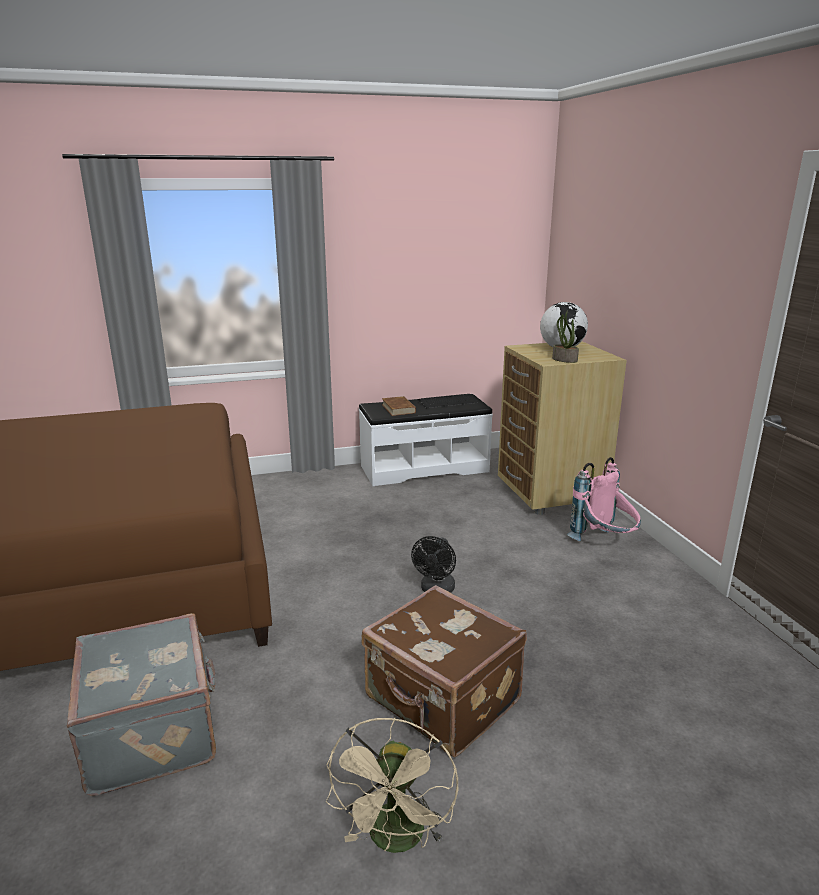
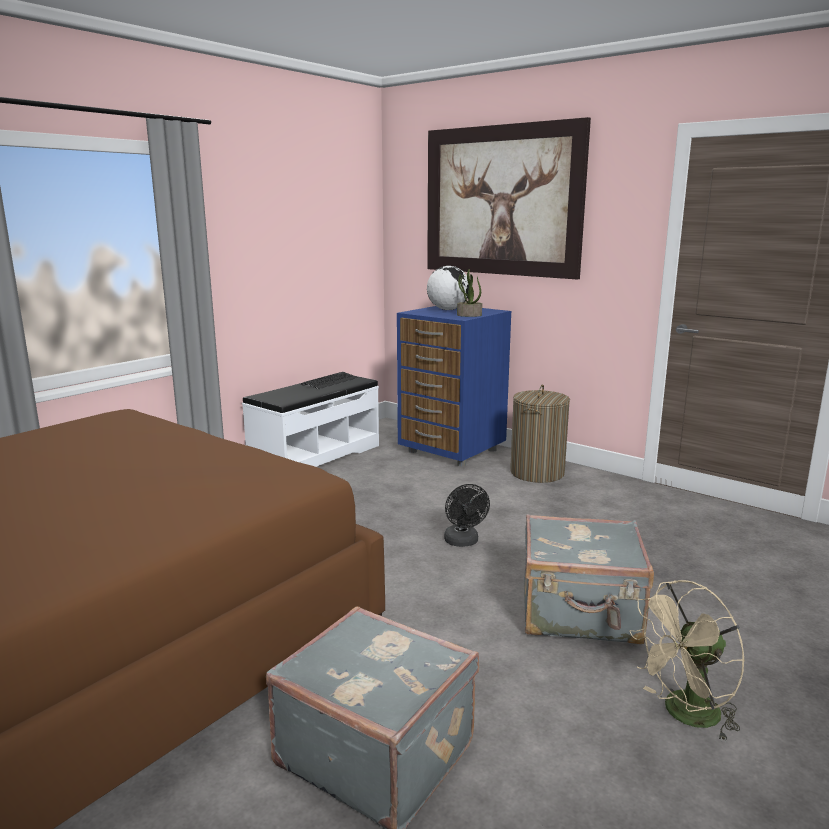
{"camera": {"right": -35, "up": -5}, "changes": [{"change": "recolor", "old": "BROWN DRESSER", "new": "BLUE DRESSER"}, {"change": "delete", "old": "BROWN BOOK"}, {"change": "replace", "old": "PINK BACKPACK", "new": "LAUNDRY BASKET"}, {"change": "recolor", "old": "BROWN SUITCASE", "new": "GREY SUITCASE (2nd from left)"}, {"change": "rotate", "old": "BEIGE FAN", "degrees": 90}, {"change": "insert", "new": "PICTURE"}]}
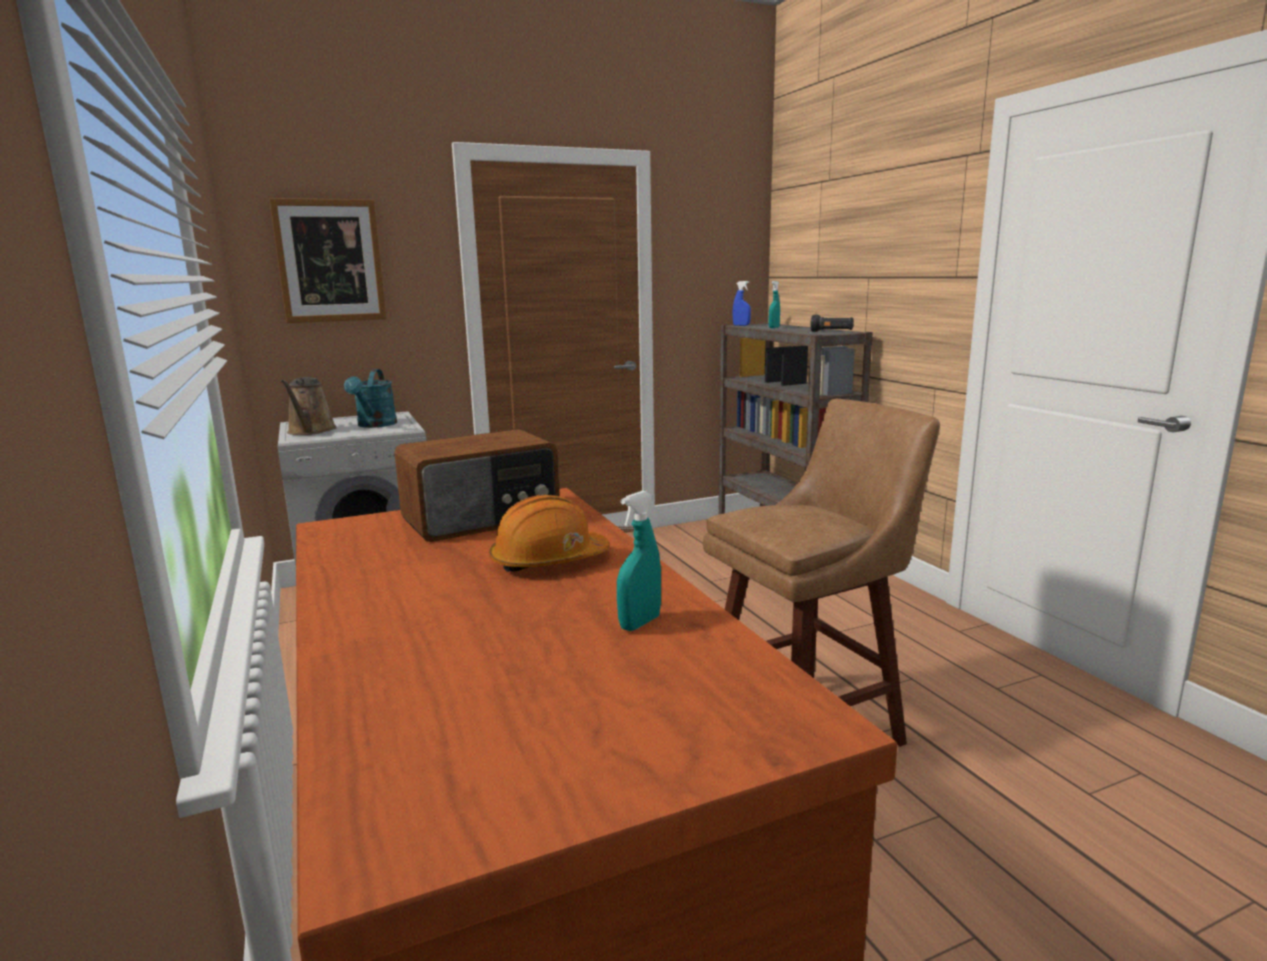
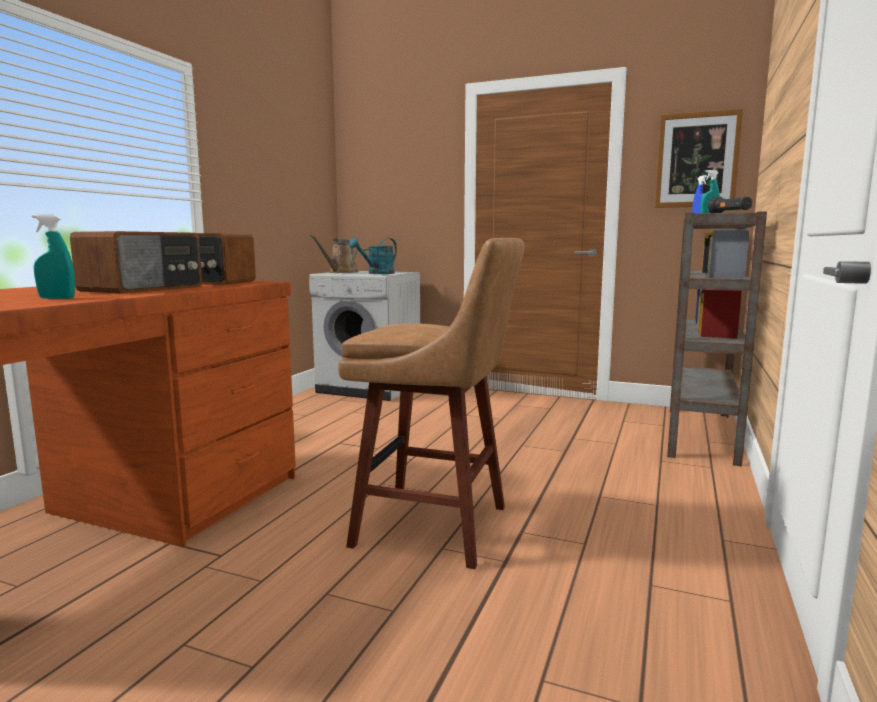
{"camera": {"right": 45, "up": -5}, "changes": [{"change": "move", "old": "PICTURE"}, {"change": "replace", "old": "ORANGE HARD HAT", "new": "RADIO (1st from left)"}]}
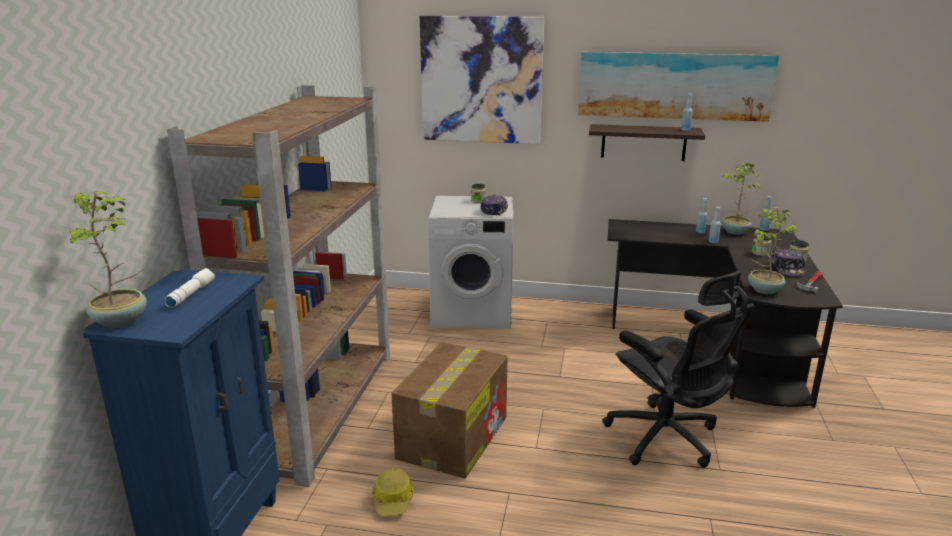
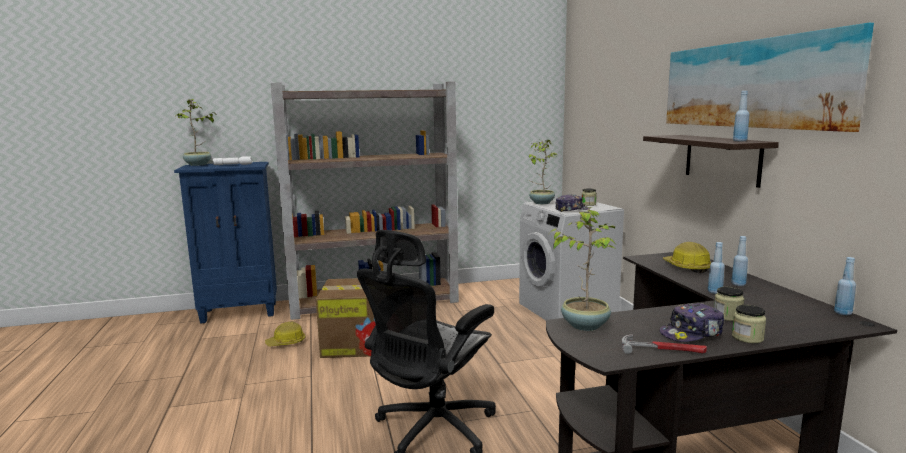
{"camera": {"right": 65, "up": -10}, "changes": [{"change": "delete", "old": "PICTURE (1st from left)"}, {"change": "move", "old": "POTTED PLANT (2nd from left)"}, {"change": "insert", "new": "HARD HAT (2nd from left)"}]}
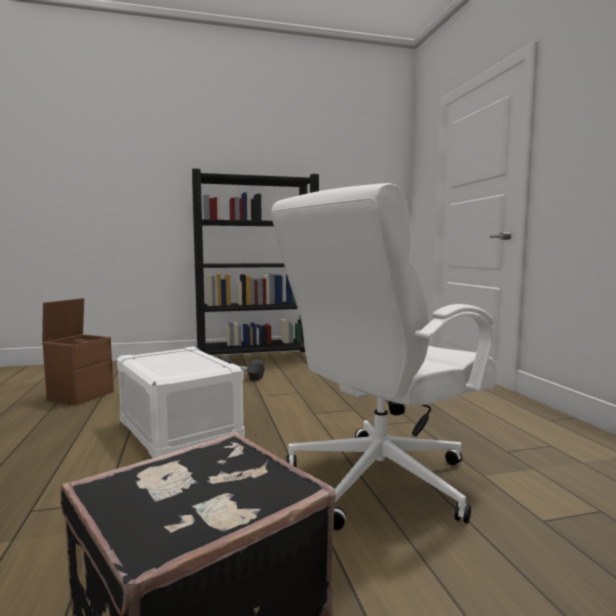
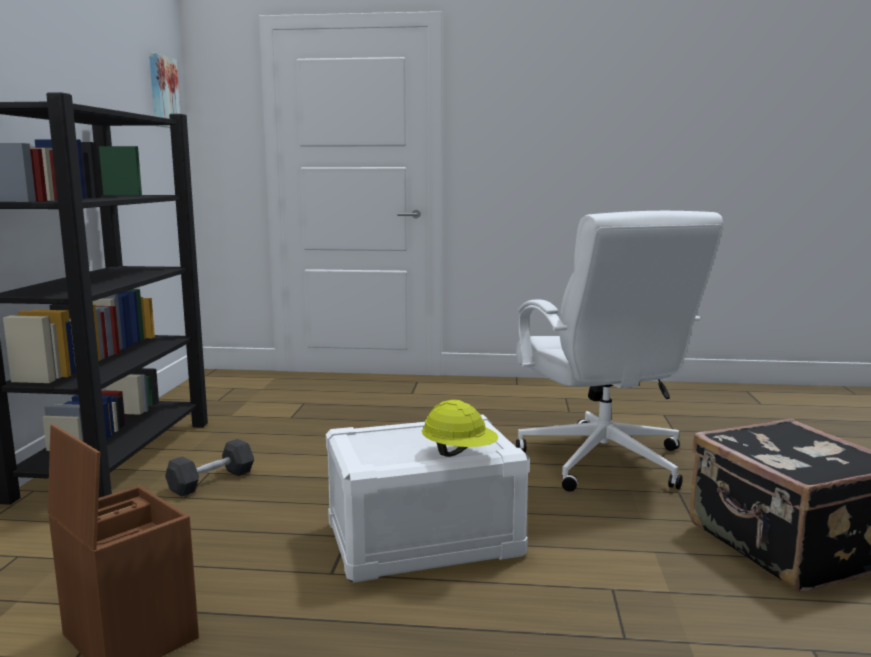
{"camera": {"right": -70, "up": 5}, "changes": [{"change": "insert", "new": "PICTURE"}, {"change": "insert", "new": "YELLOW HARD HAT"}]}
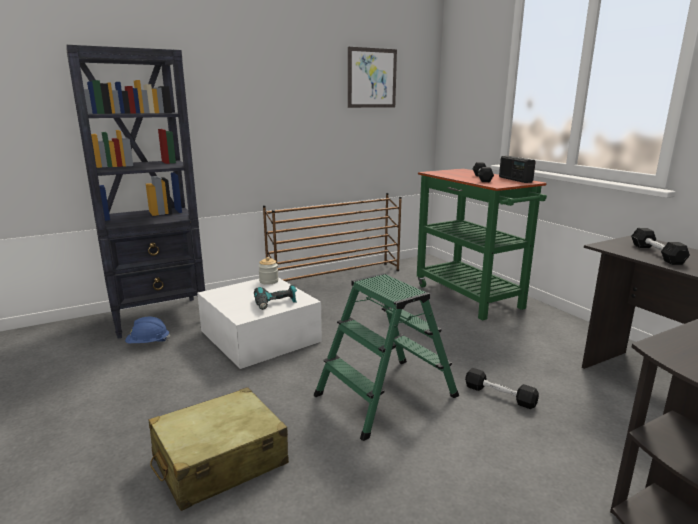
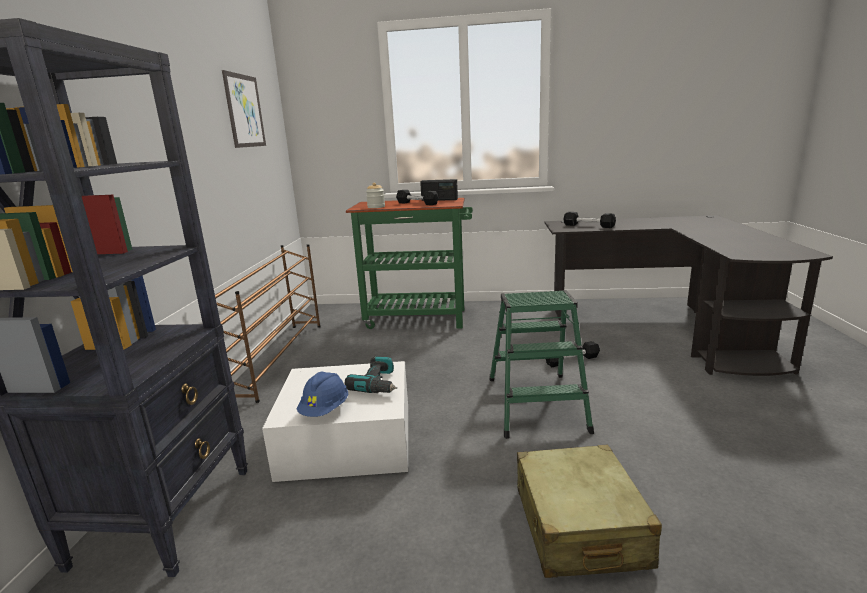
{"camera": {"right": -55, "up": 0}, "changes": [{"change": "move", "old": "JAR"}, {"change": "move", "old": "BLUE HARD HAT"}]}
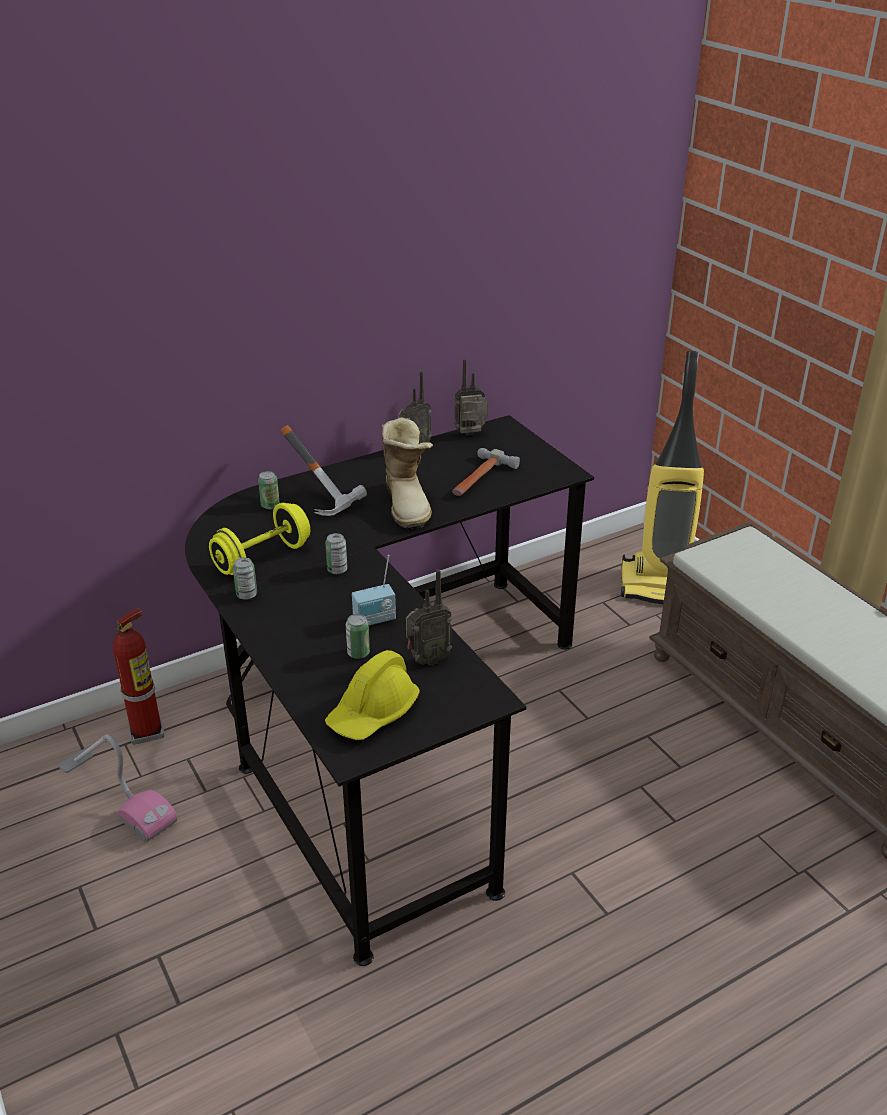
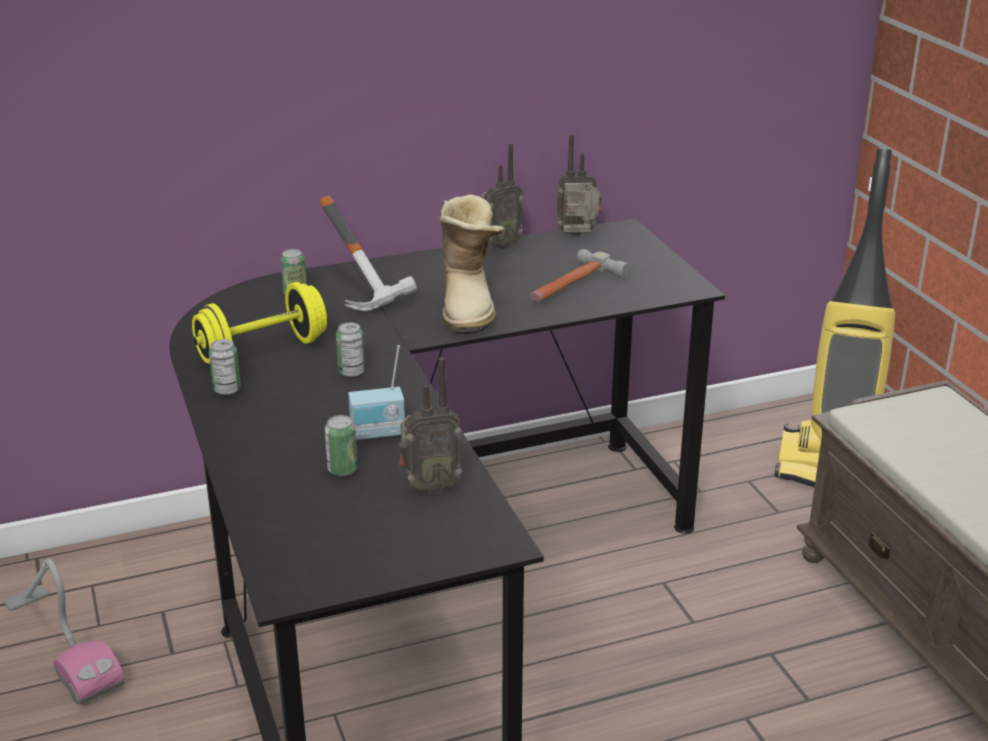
{"camera": {"right": 10, "up": -5}, "changes": [{"change": "delete", "old": "FIRE EXTINGUISHER"}, {"change": "delete", "old": "YELLOW HARD HAT"}]}
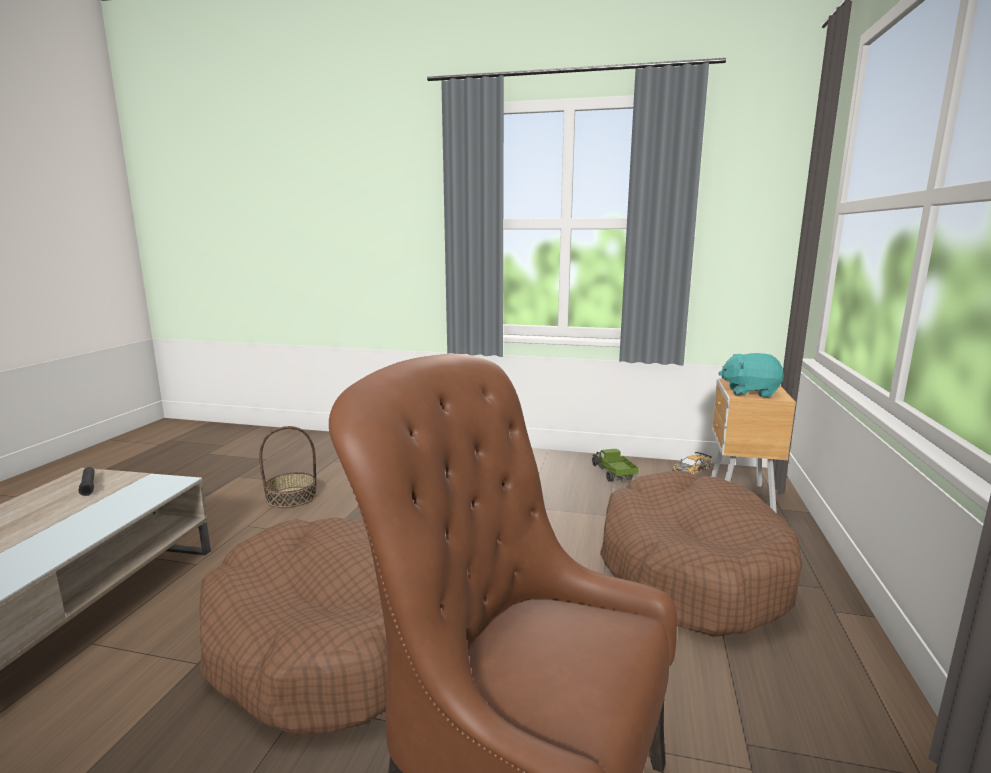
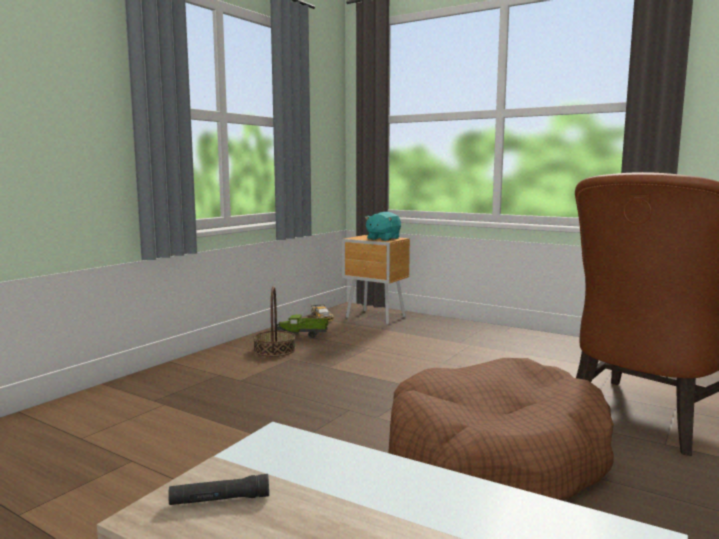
{"camera": {"right": -70, "up": -5}, "changes": [{"change": "move", "old": "BASKET"}, {"change": "delete", "old": "BROWN DOG BED (2nd from left)"}]}
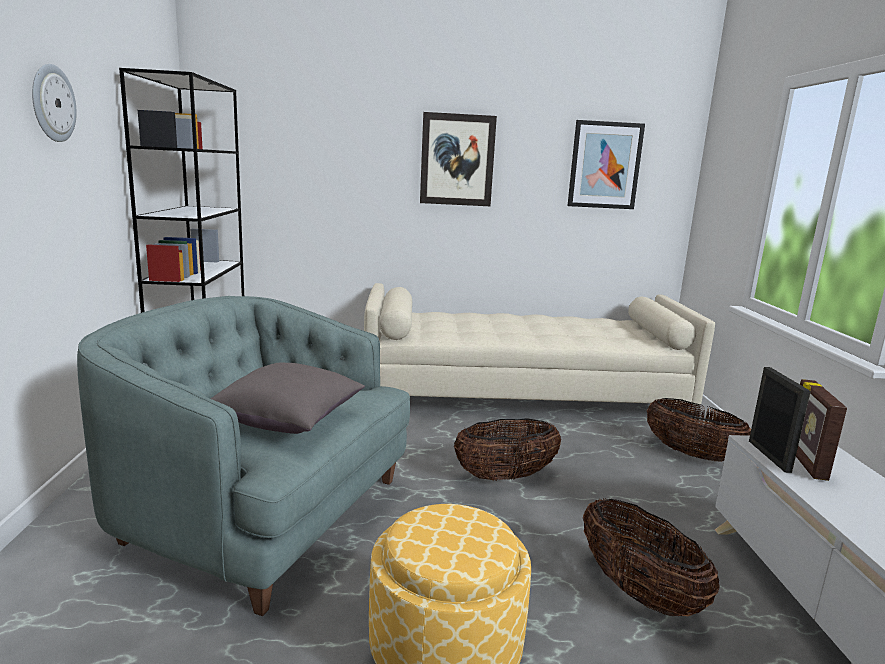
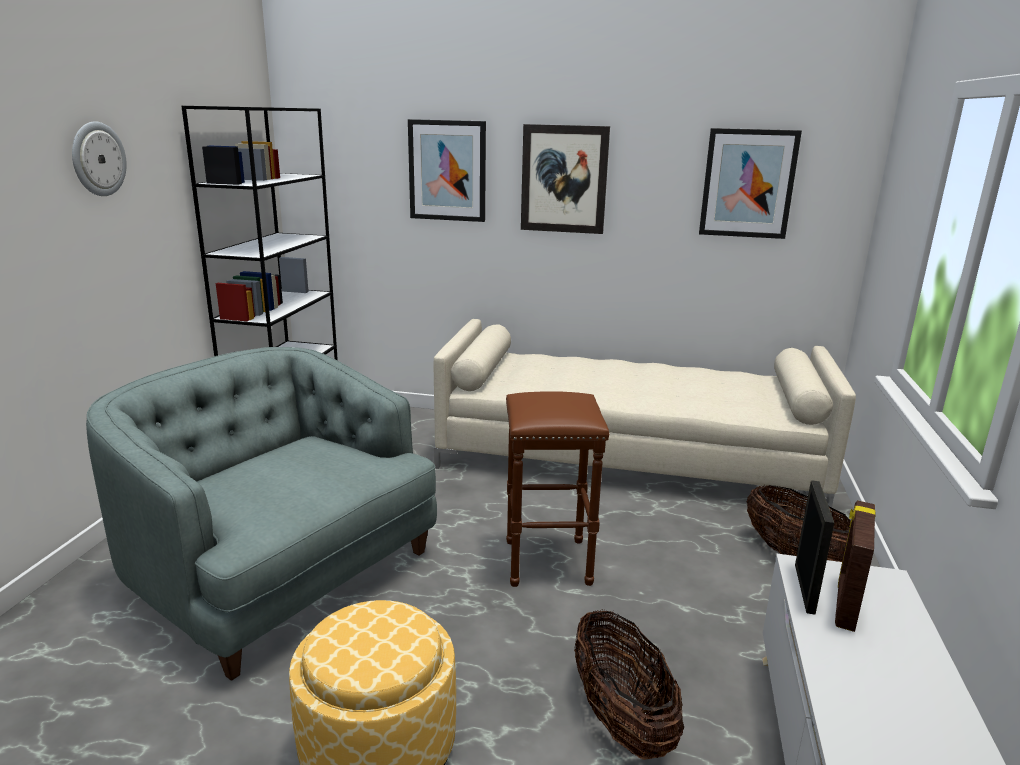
{"camera": {"right": 15, "up": 5}, "changes": [{"change": "delete", "old": "GREY PILLOW"}, {"change": "replace", "old": "BASKET (1st from left)", "new": "BROWN STOOL"}, {"change": "insert", "new": "PICTURE (1st from left)"}]}
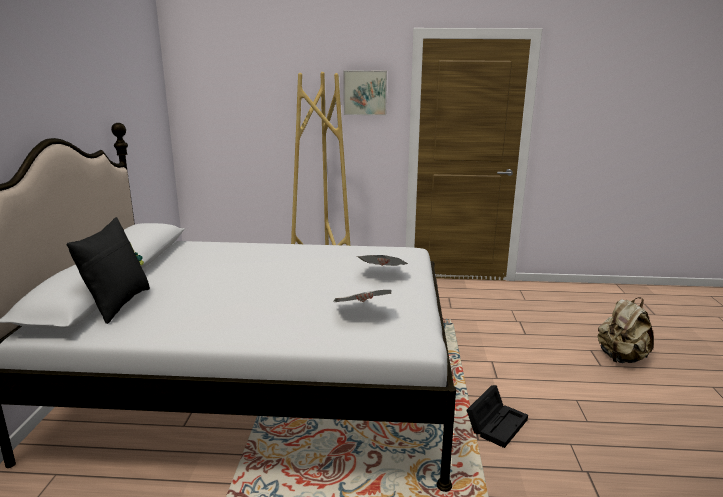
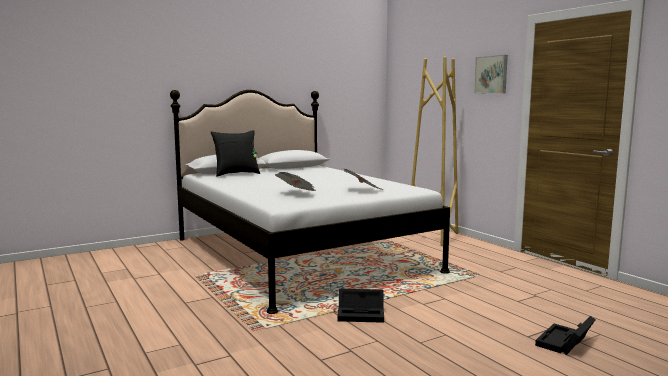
{"camera": {"right": 55, "up": -10}, "changes": [{"change": "replace", "old": "BEIGE BACKPACK", "new": "BLACK STORAGE BOX (2nd from left)"}]}
